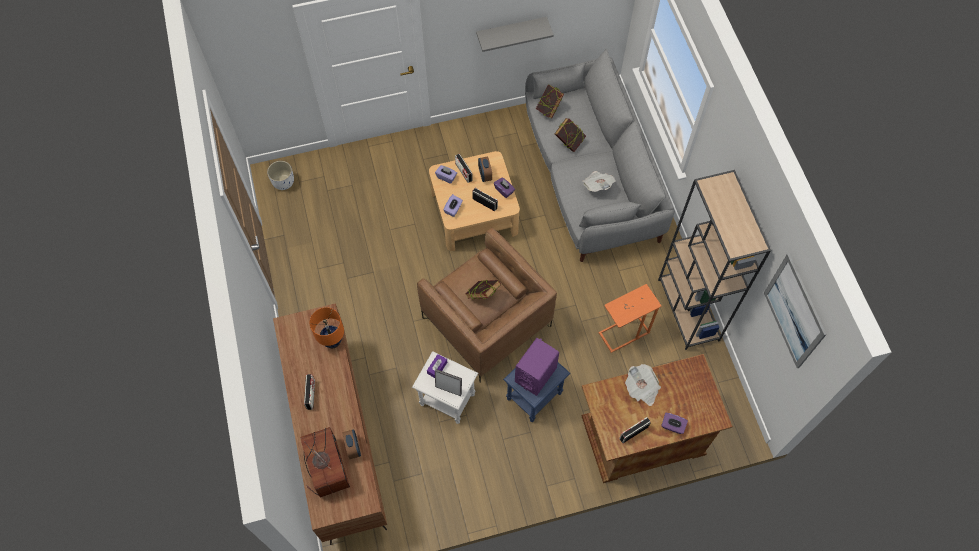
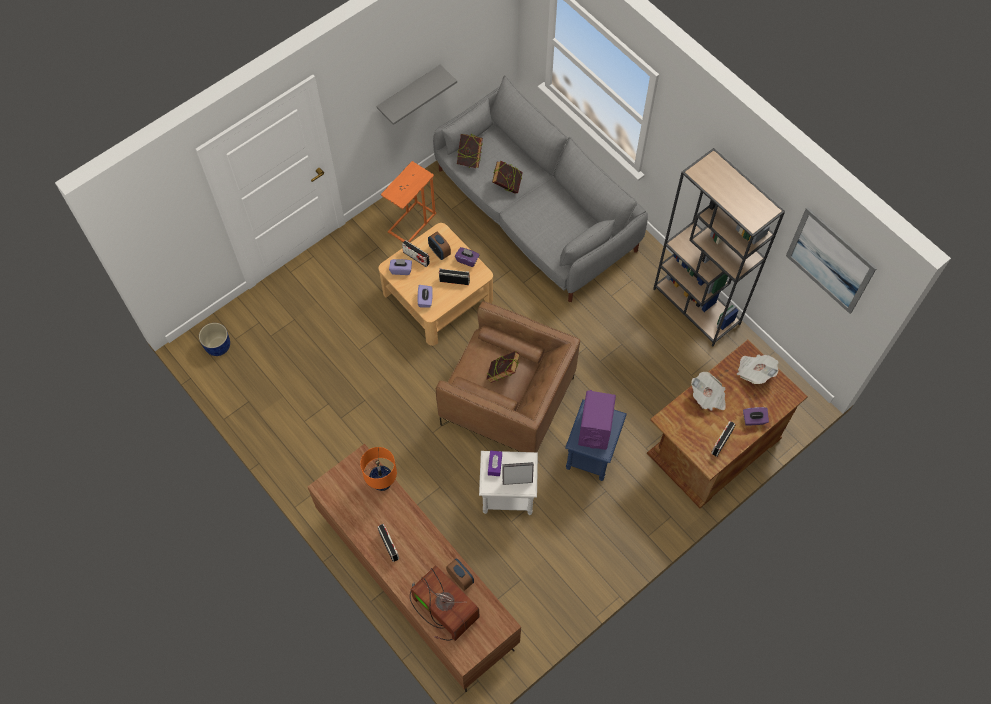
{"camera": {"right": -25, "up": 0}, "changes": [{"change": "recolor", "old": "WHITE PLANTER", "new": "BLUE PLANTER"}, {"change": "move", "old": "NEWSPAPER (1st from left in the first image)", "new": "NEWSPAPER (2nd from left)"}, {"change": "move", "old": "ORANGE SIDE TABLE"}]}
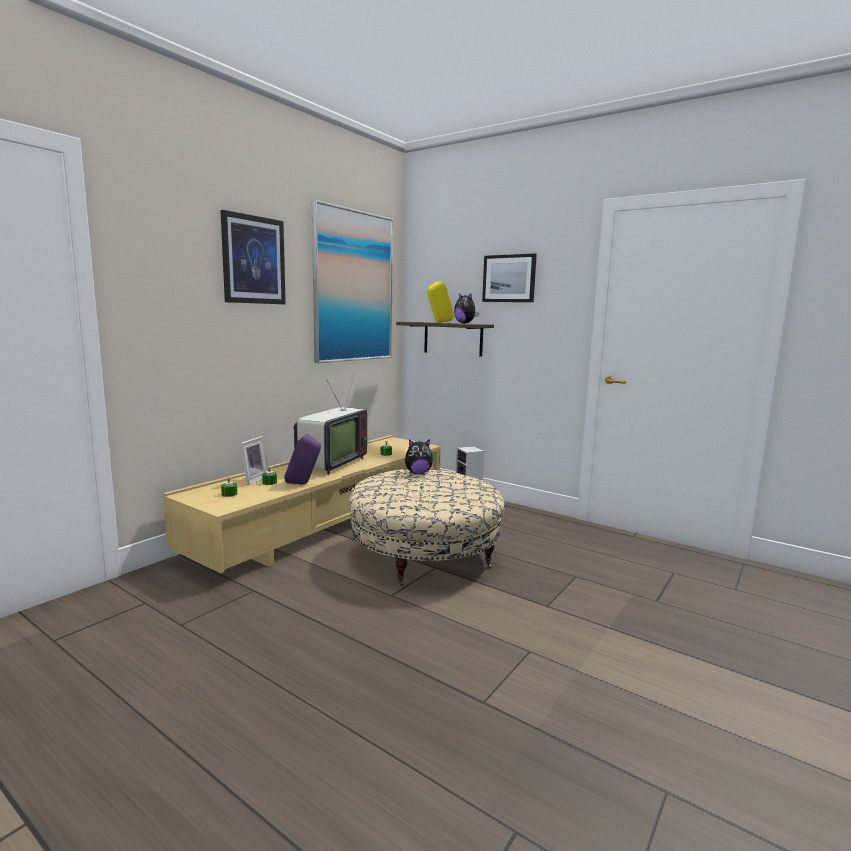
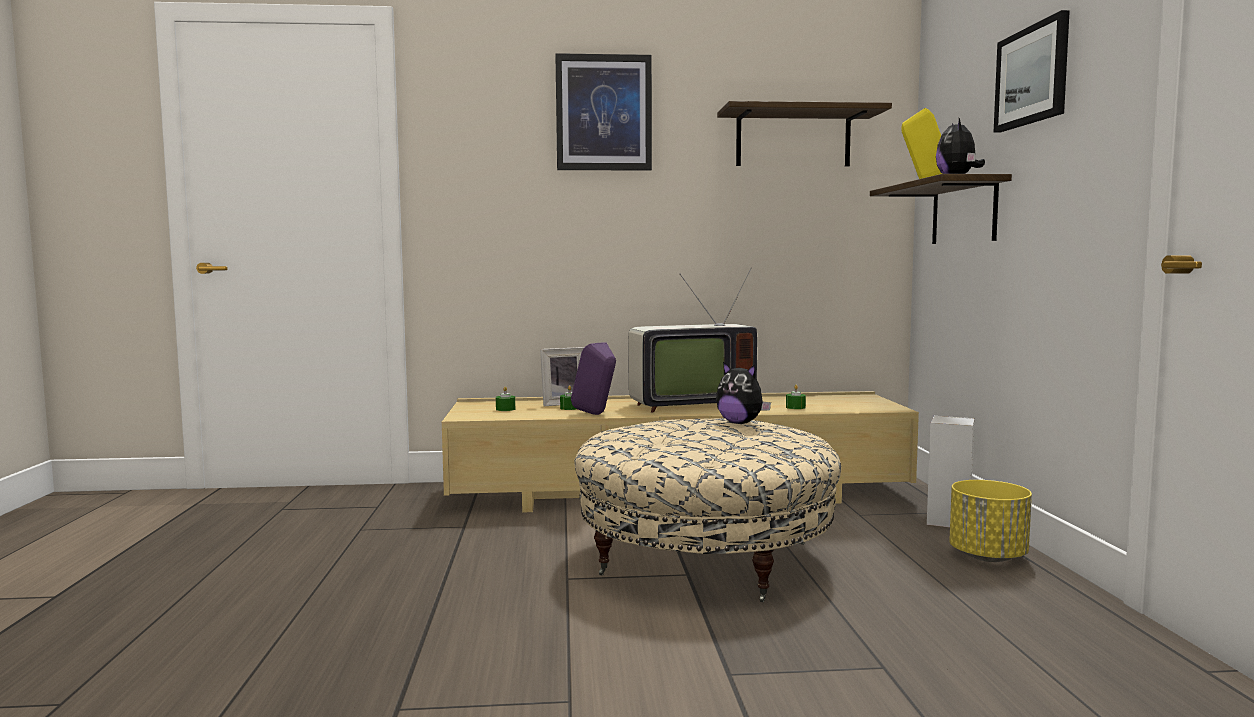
{"camera": {"right": 50, "up": -5}, "changes": [{"change": "replace", "old": "PICTURE (2nd from left)", "new": "SHELF (1st from left)"}, {"change": "insert", "new": "YELLOW PLANTER"}]}
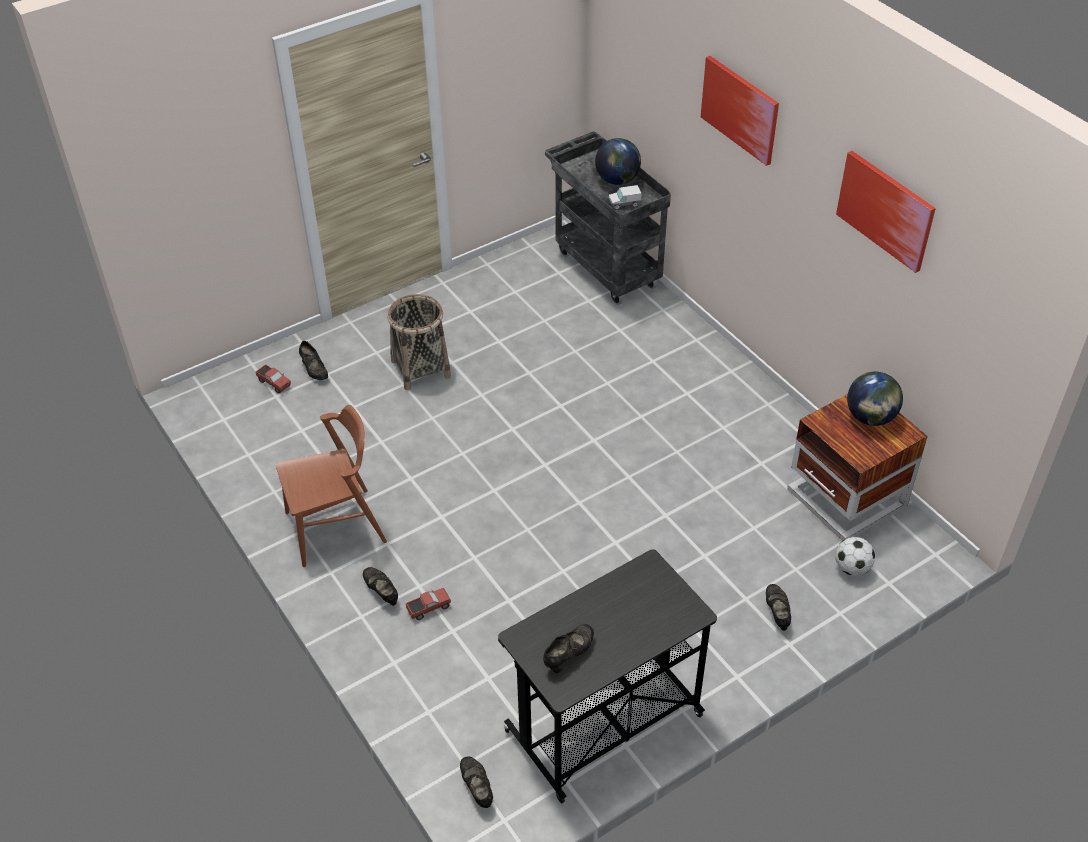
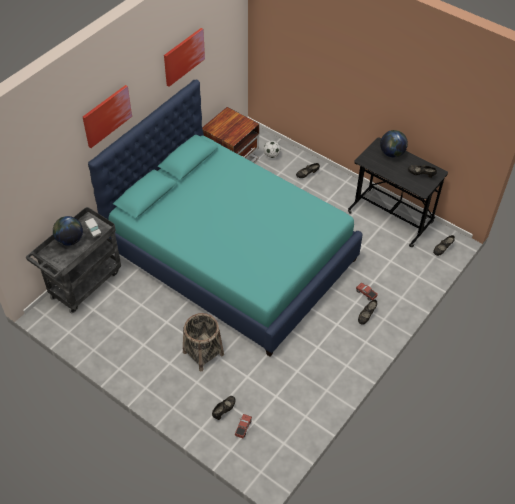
{"camera": {"right": -110, "up": 5}, "changes": [{"change": "move", "old": "GLOBE (2nd from left)"}, {"change": "delete", "old": "BROWN CHAIR"}, {"change": "insert", "new": "TURQUOISE BED"}]}
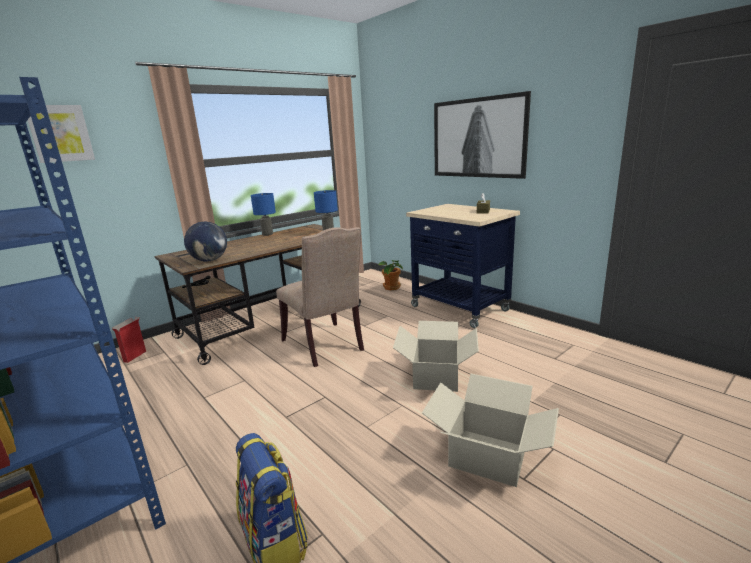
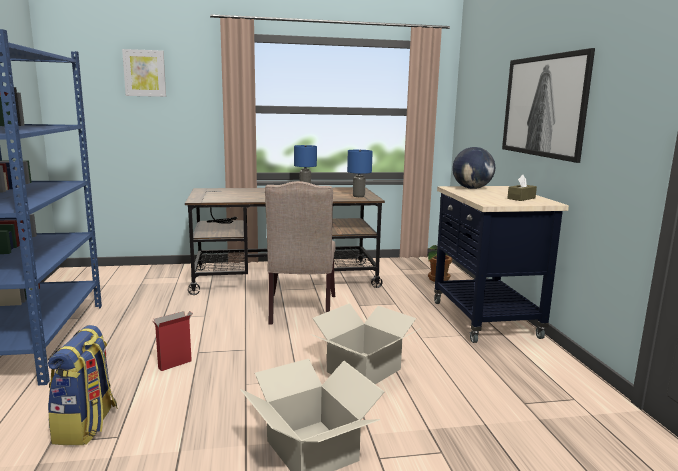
{"camera": {"right": 30, "up": -5}, "changes": [{"change": "move", "old": "GLOBE"}, {"change": "move", "old": "CARDBOARD BOX (1st from left)"}]}
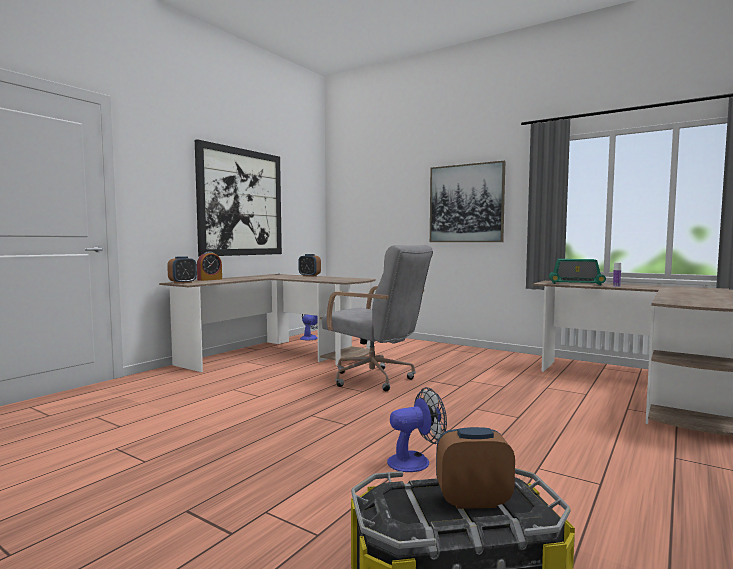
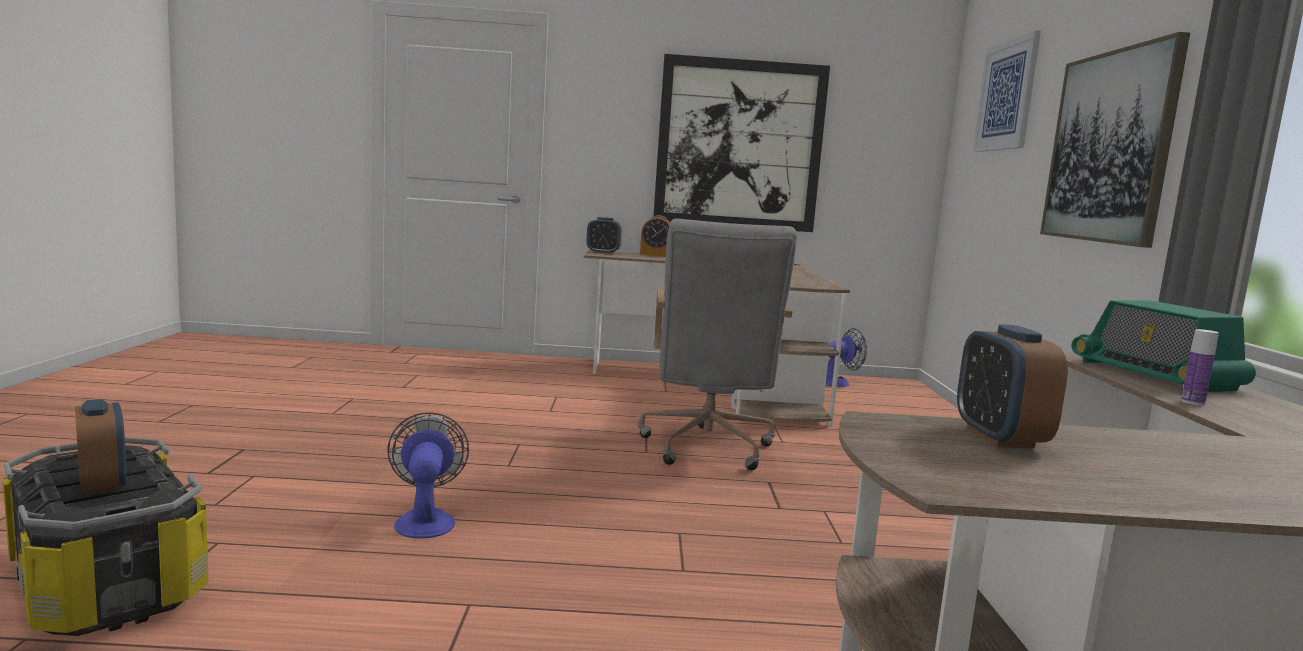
{"camera": {"right": 55, "up": 5}, "changes": [{"change": "move", "old": "ALARM CLOCK (3rd from left in the first image)", "new": "ALARM CLOCK (4th from left)"}, {"change": "rotate", "old": "FAN (2nd from left in the first image)", "degrees": -135}, {"change": "insert", "new": "PICTURE (2nd from left)"}]}
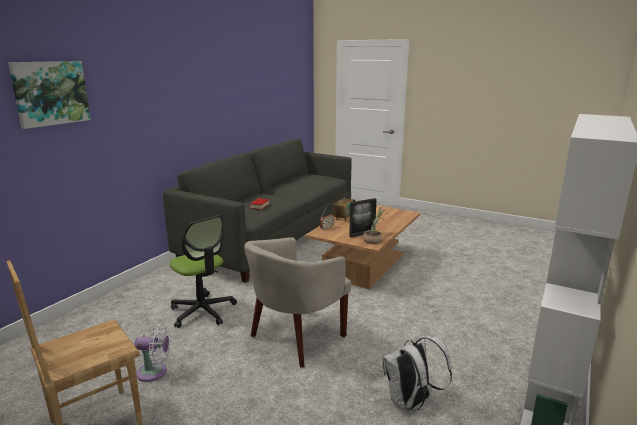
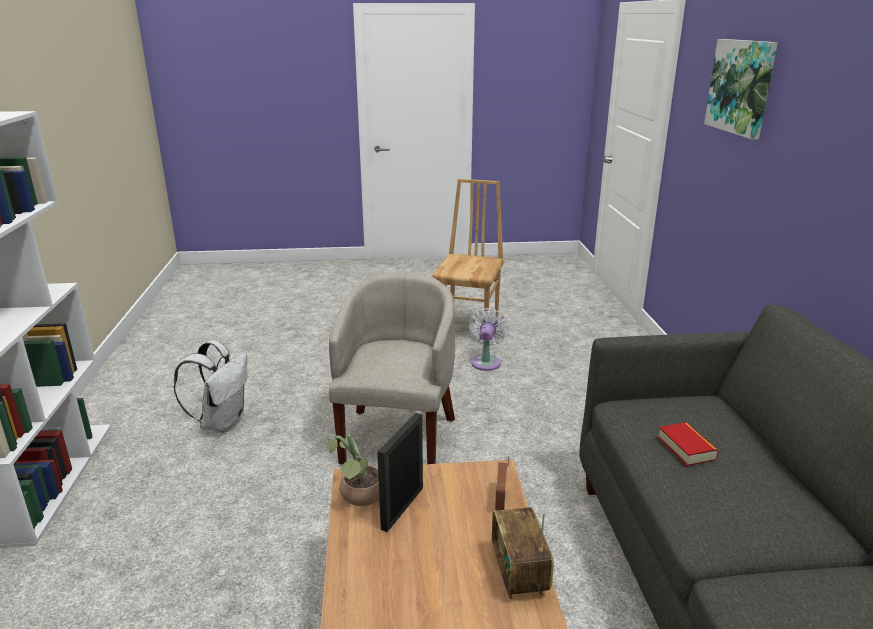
{"camera": {"right": 145, "up": 5}, "changes": [{"change": "delete", "old": "OFFICE CHAIR"}, {"change": "rotate", "old": "WHITE FAN", "degrees": 135}]}
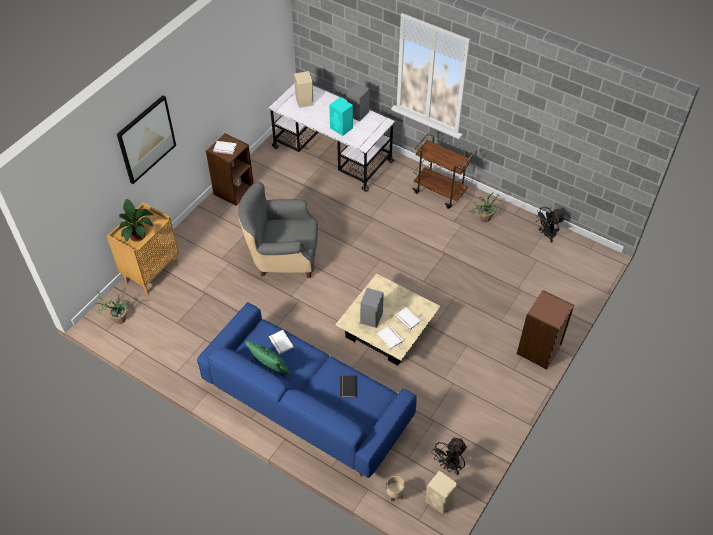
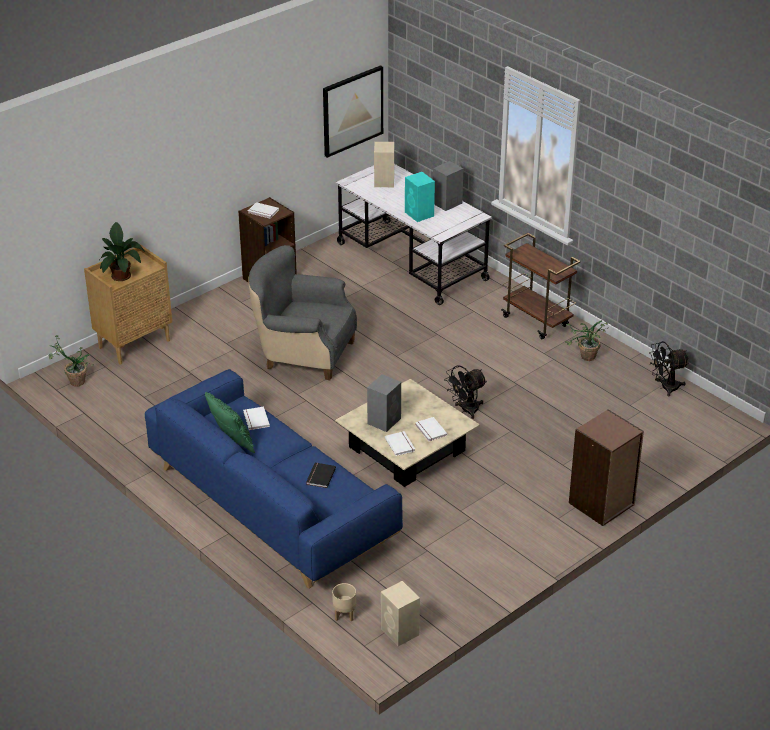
{"camera": {"right": 15, "up": -15}, "changes": [{"change": "move", "old": "PICTURE"}, {"change": "move", "old": "BLACK FAN (1st from left)"}]}
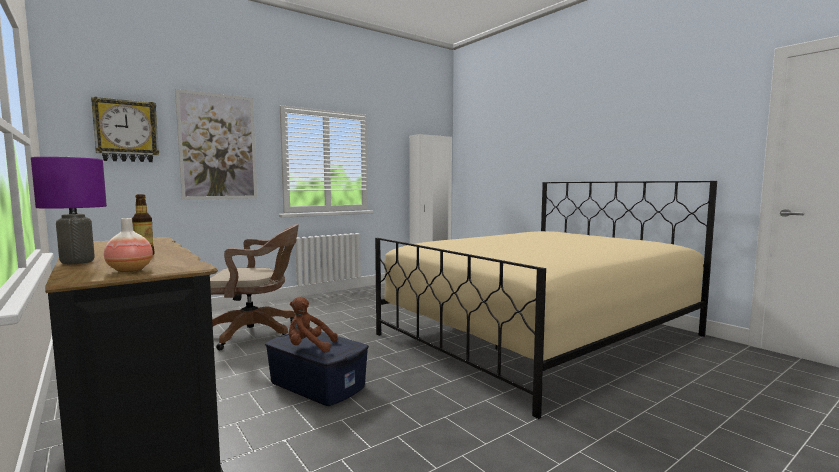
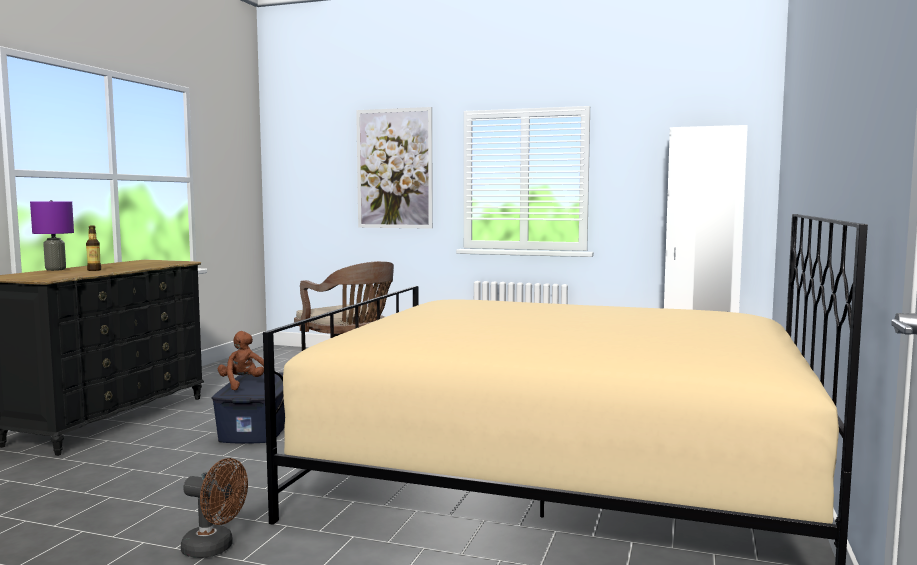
{"camera": {"right": 55, "up": 0}, "changes": [{"change": "delete", "old": "WALL CLOCK"}, {"change": "delete", "old": "VASE"}, {"change": "insert", "new": "BROWN FAN"}]}
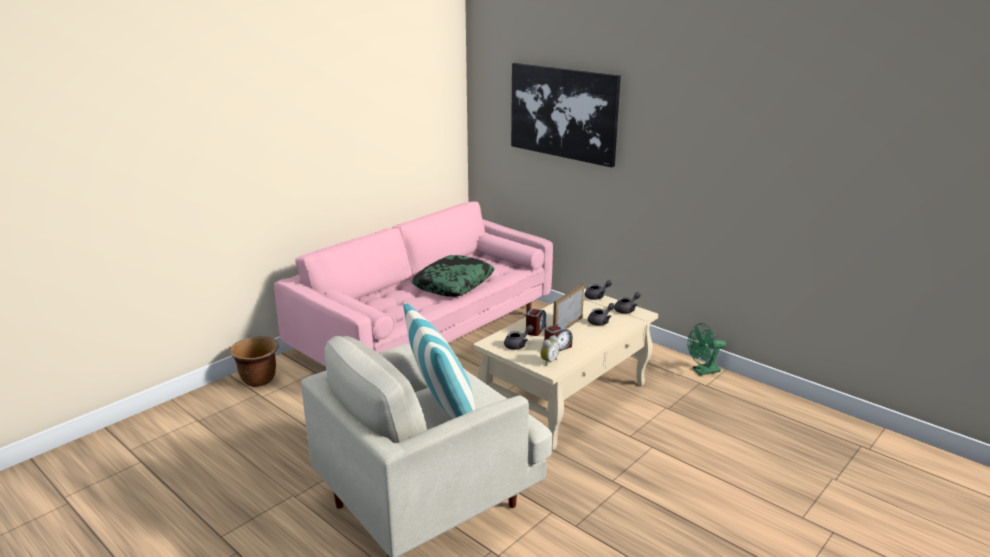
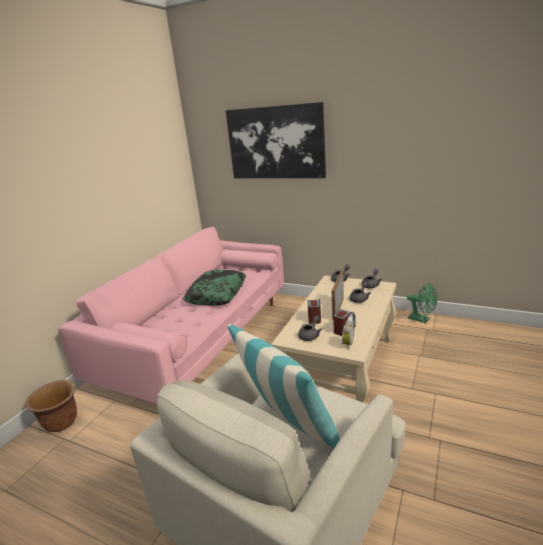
{"camera": {"right": -15, "up": 0}, "changes": [{"change": "rotate", "old": "GREEN FAN", "degrees": -105}]}
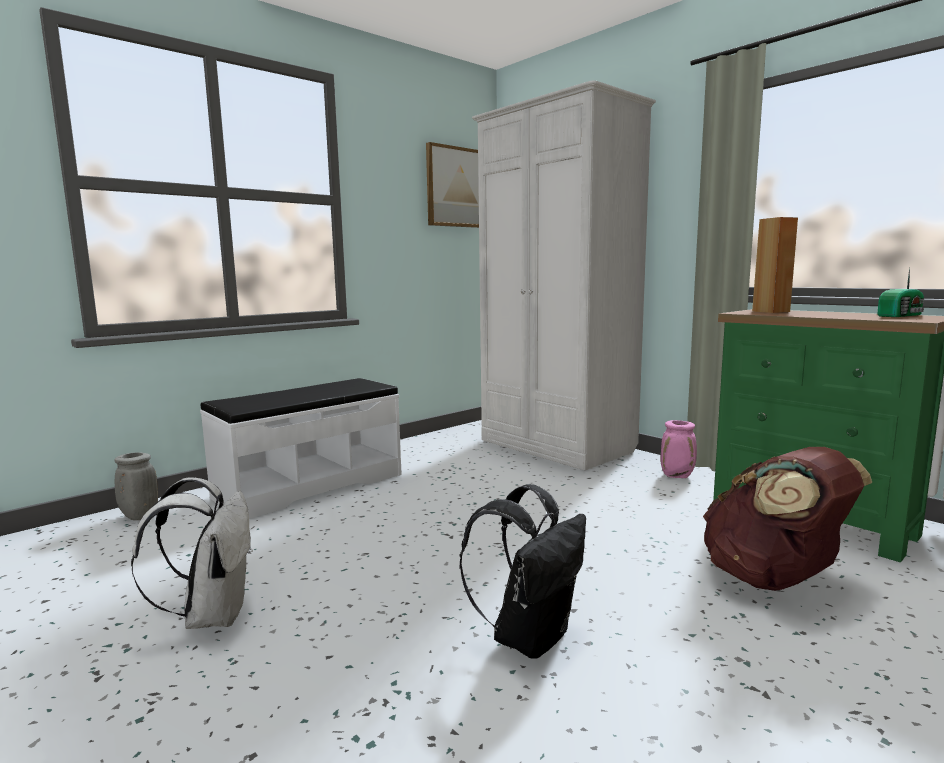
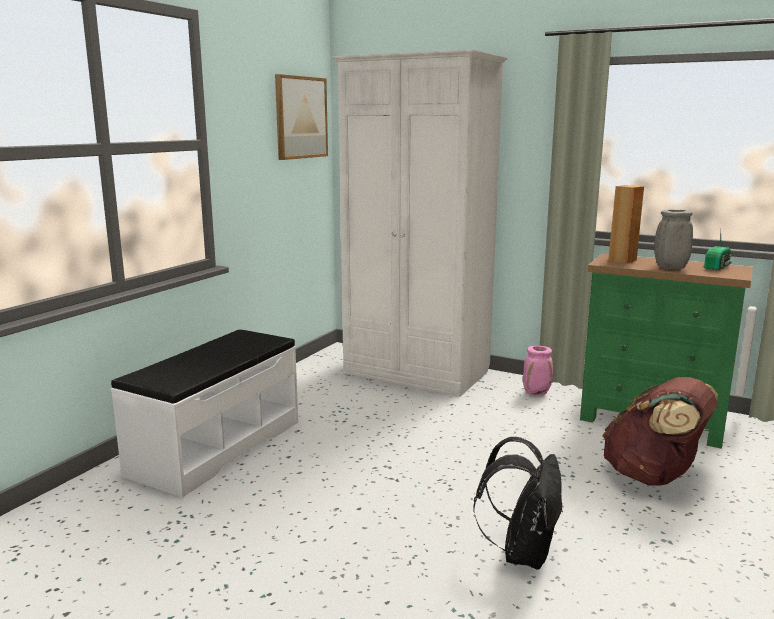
{"camera": {"right": -20, "up": 5}, "changes": [{"change": "move", "old": "GREY VASE"}, {"change": "delete", "old": "WHITE BACKPACK"}]}
